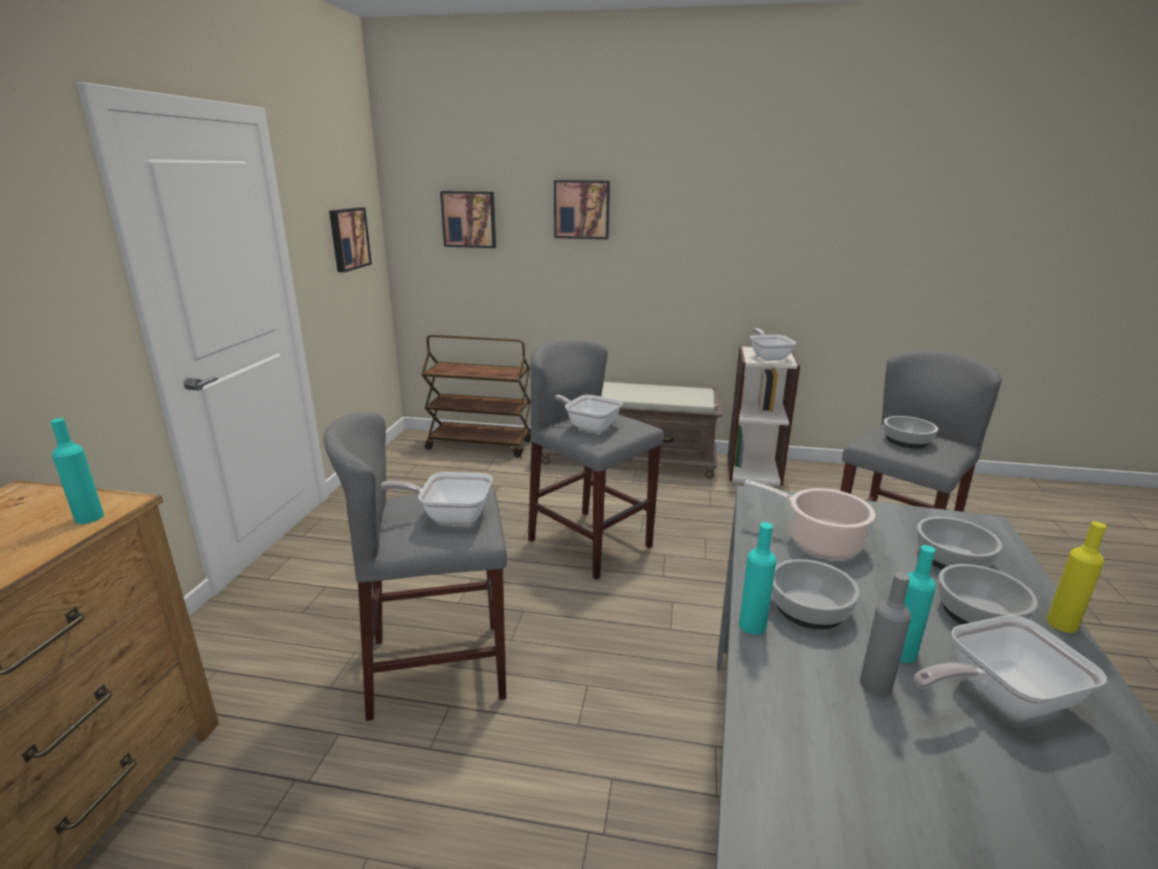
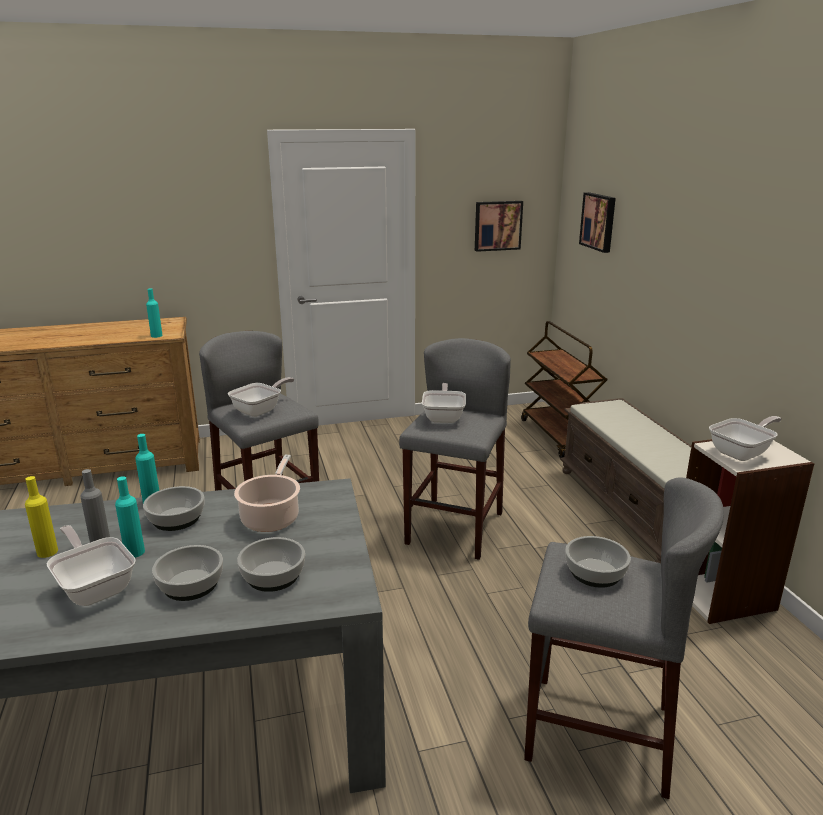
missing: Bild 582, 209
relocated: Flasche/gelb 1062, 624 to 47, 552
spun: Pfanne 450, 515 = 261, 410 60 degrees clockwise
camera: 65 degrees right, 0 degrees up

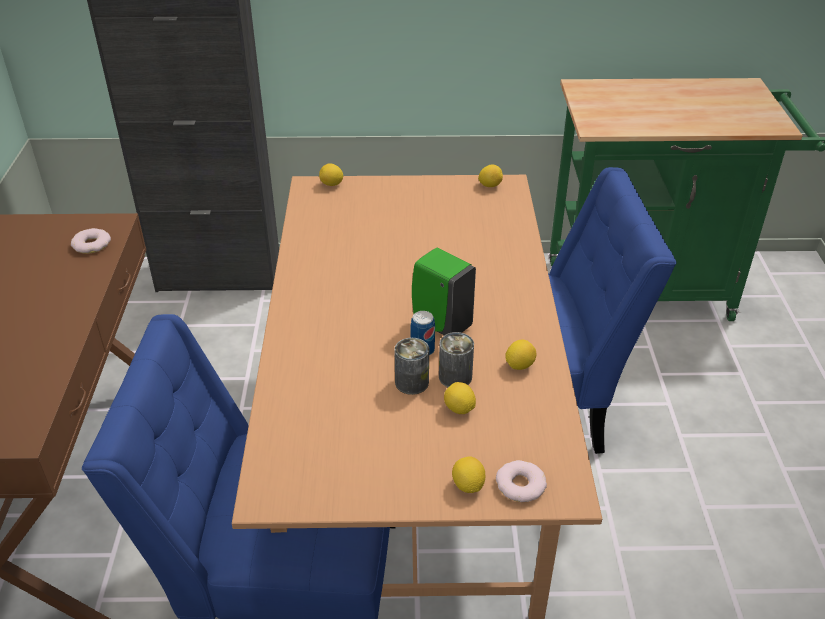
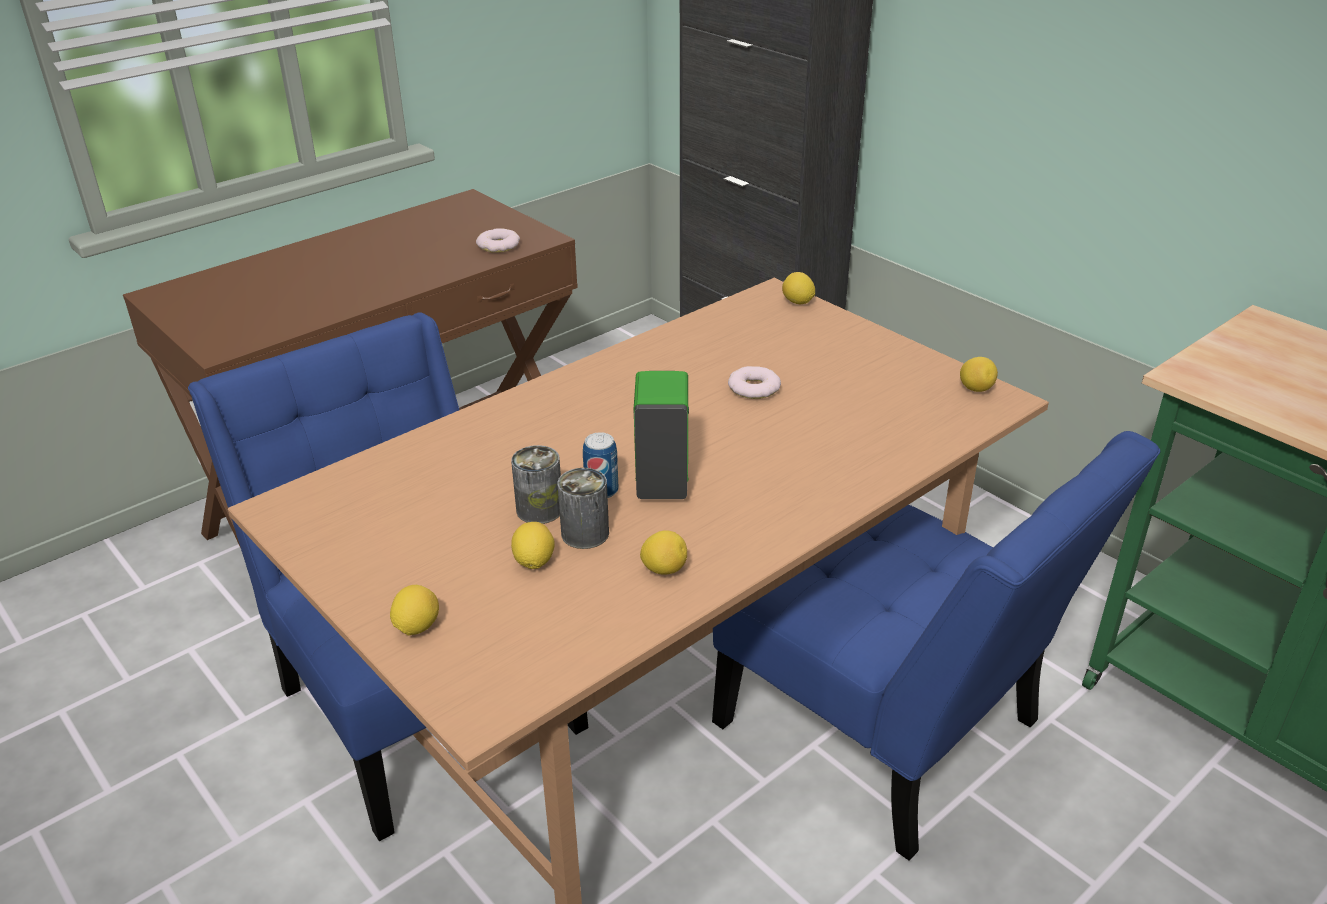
relocated: Donut 520, 485 to 753, 388
camera: 50 degrees right, 5 degrees down

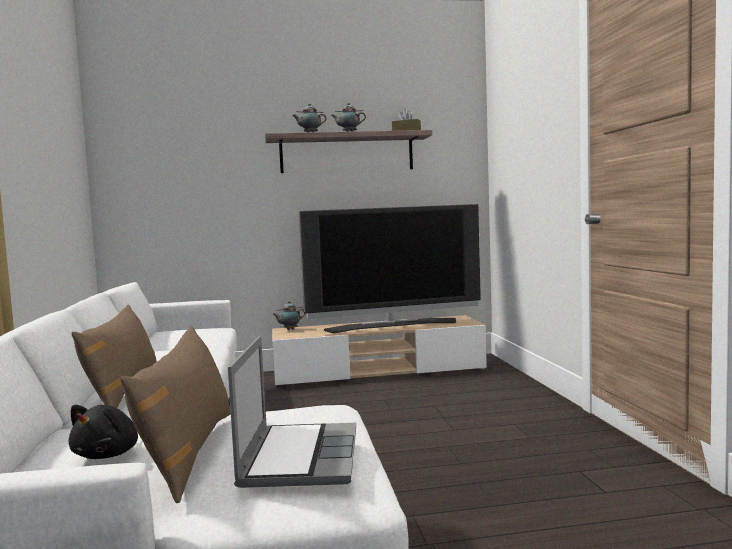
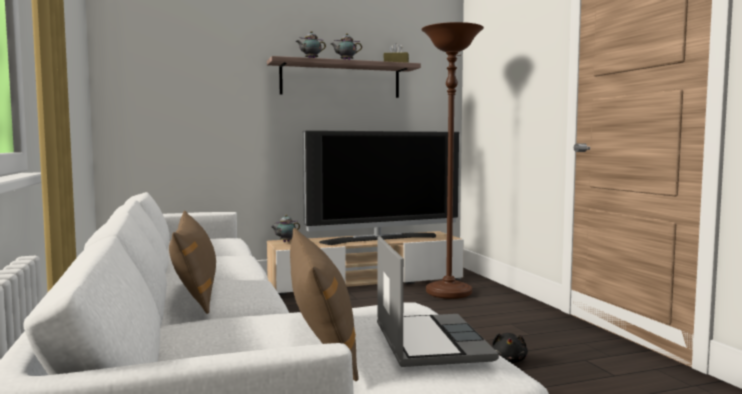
appeared: Stehlampe/braun 449, 293
relocated: Plüschtier/schwarz 109, 454 to 508, 361
camera: 10 degrees left, 0 degrees up

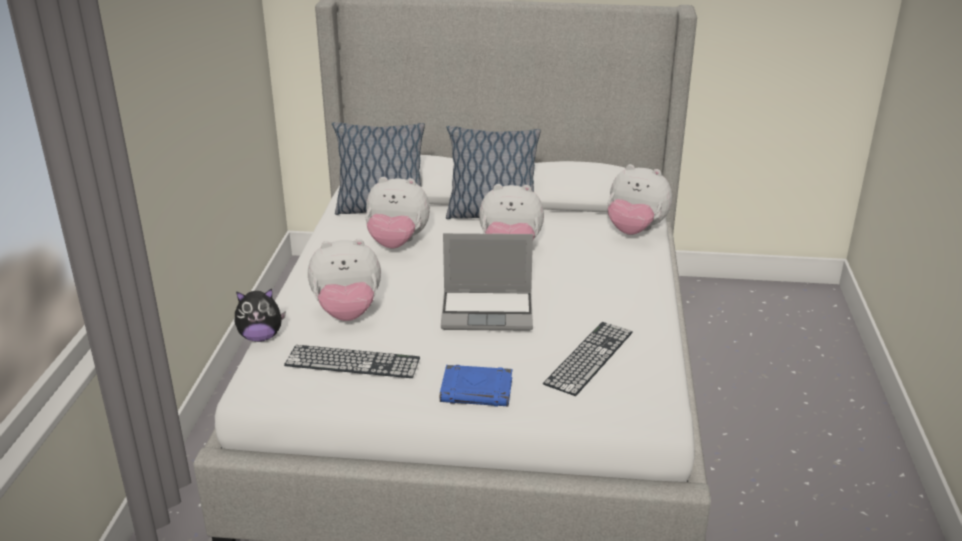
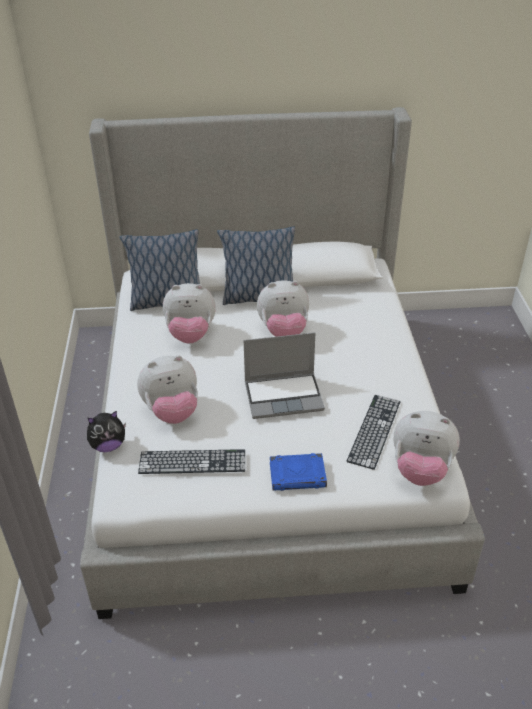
relocated: Plüschtier 635, 231 to 420, 470
camera: 10 degrees left, 10 degrees up

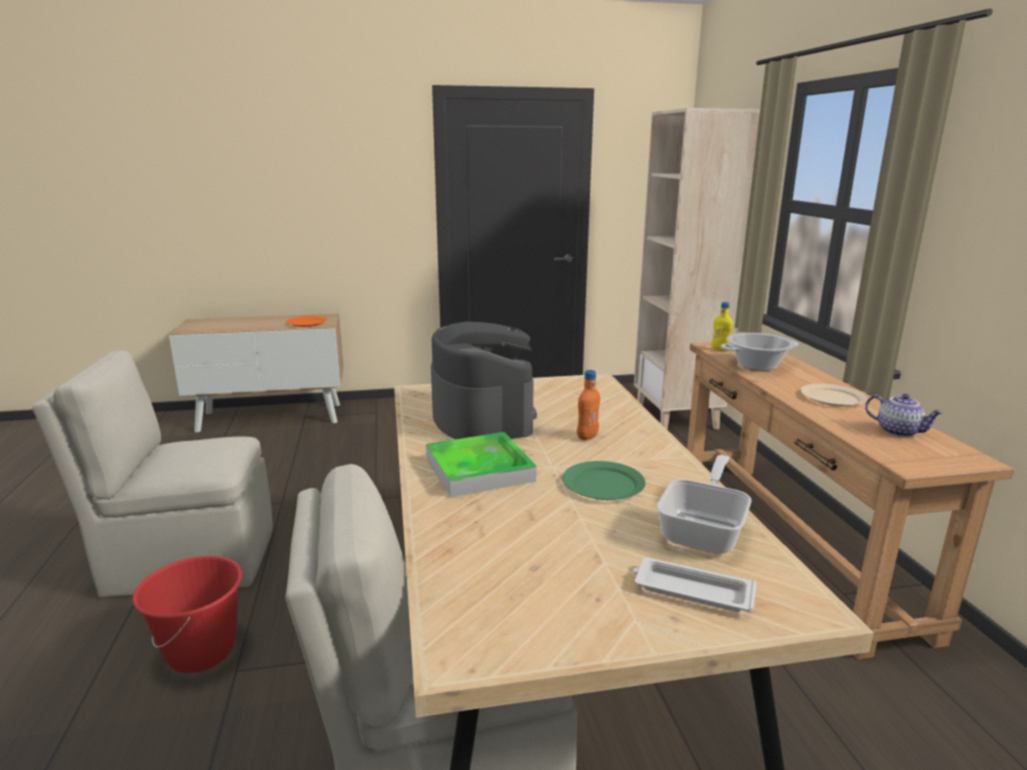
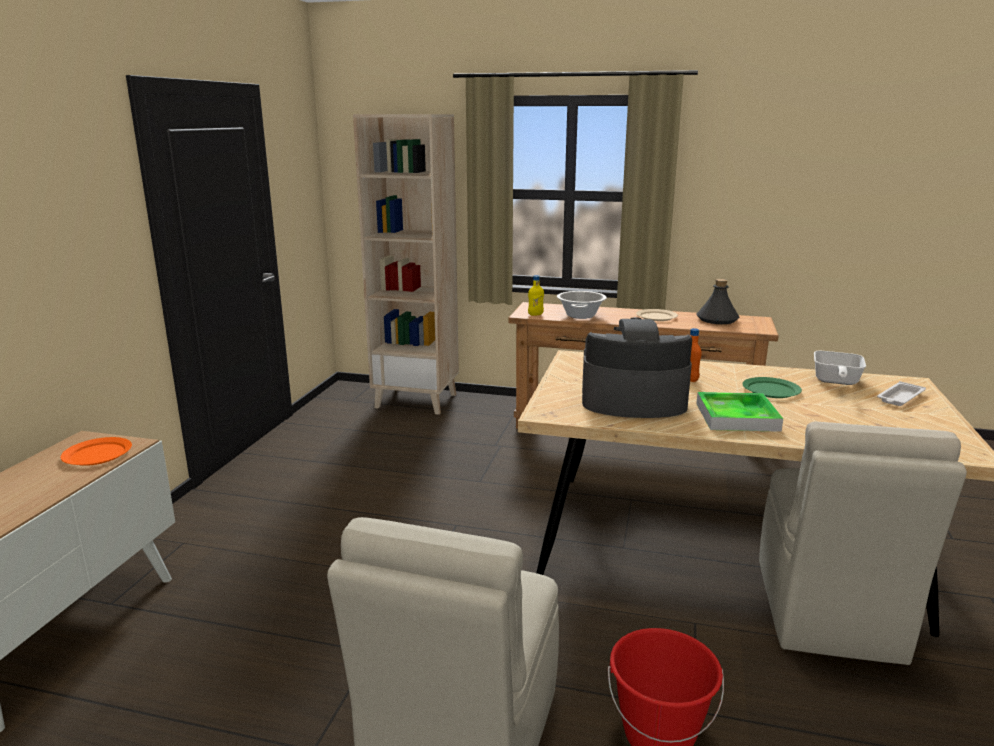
exchanged: Teekanne 899, 431 to Flasche/grau 716, 319
spun: Pfanne 705, 530 = 835, 382 120 degrees counterclockwise
camera: 65 degrees left, 0 degrees up

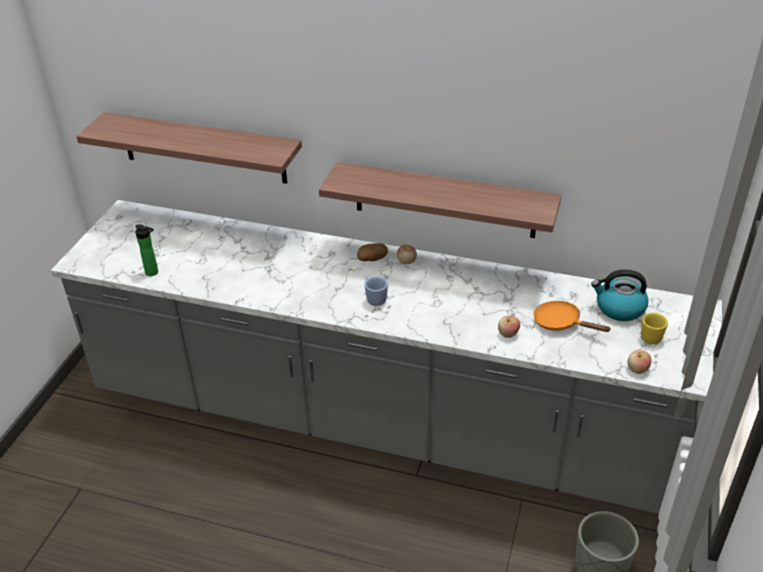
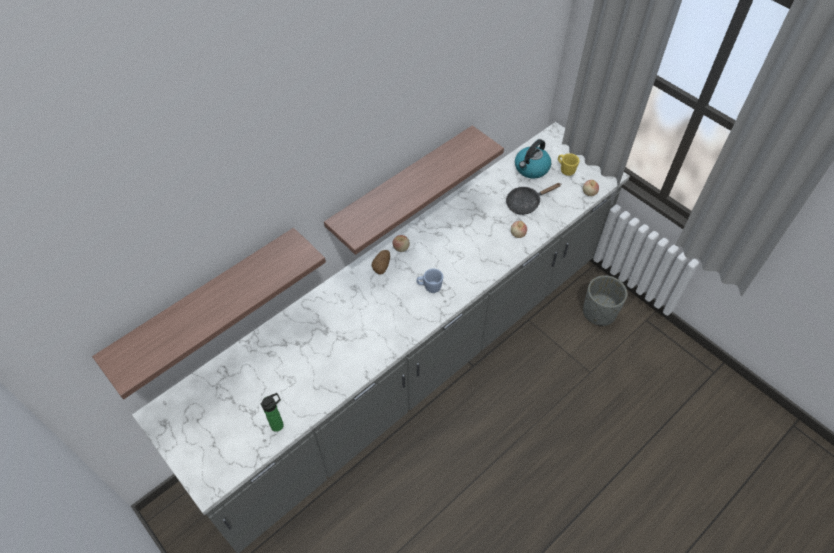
colour: Pfanne/orange 561, 323 to Pfanne/schwarz 526, 203
camera: 60 degrees left, 15 degrees up

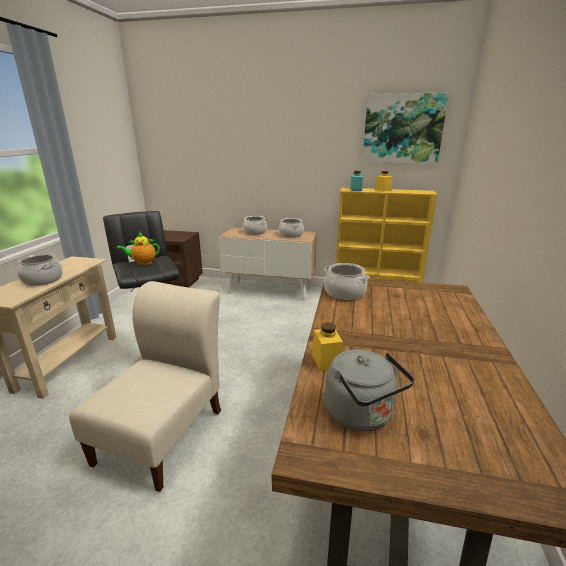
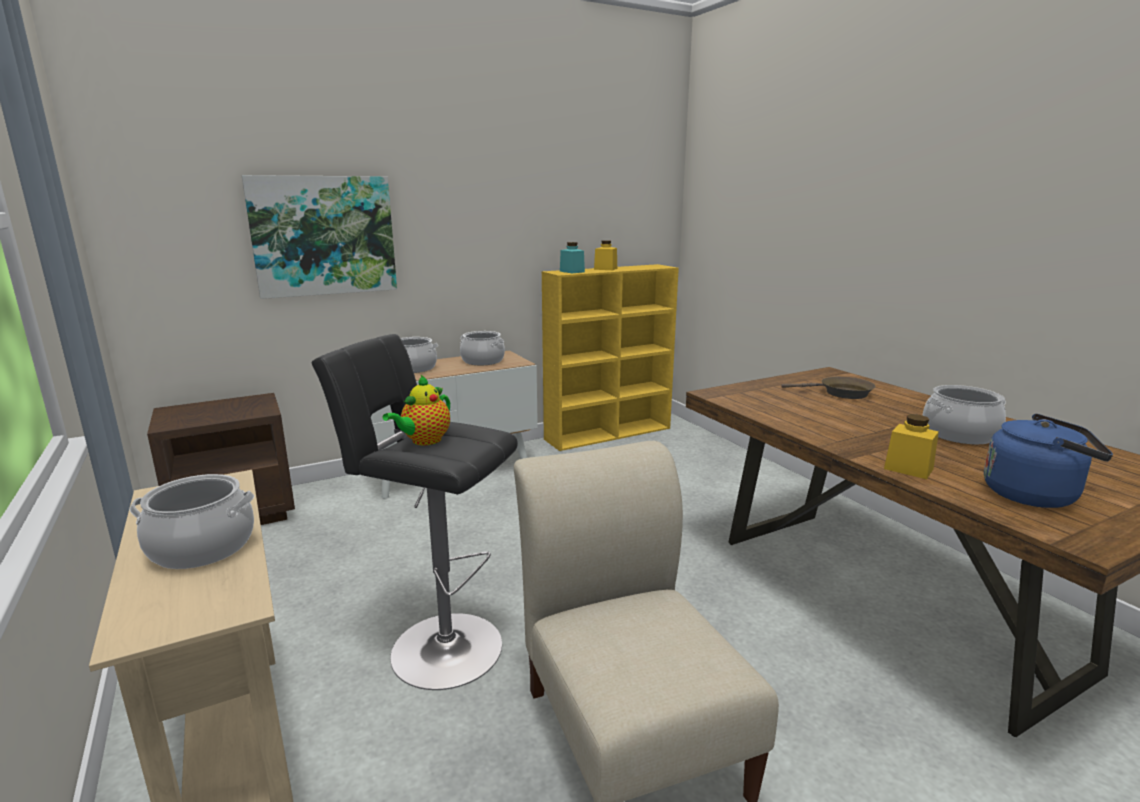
appeared: Pfanne/braun 841, 393
relocated: Kochtopf 344, 293 to 959, 434; Bild 402, 129 to 324, 236
colour: Wasserkessel/grau 362, 415 to Wasserkessel/blau 1035, 495
camera: 40 degrees left, 5 degrees down

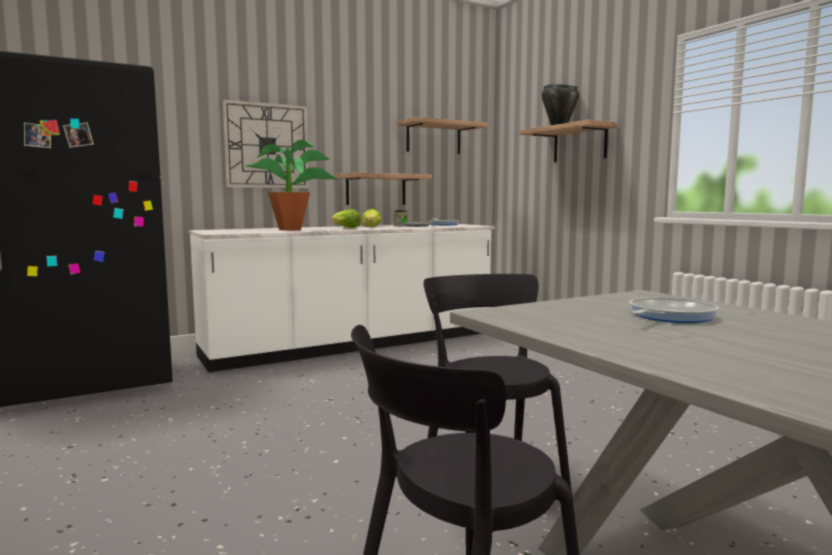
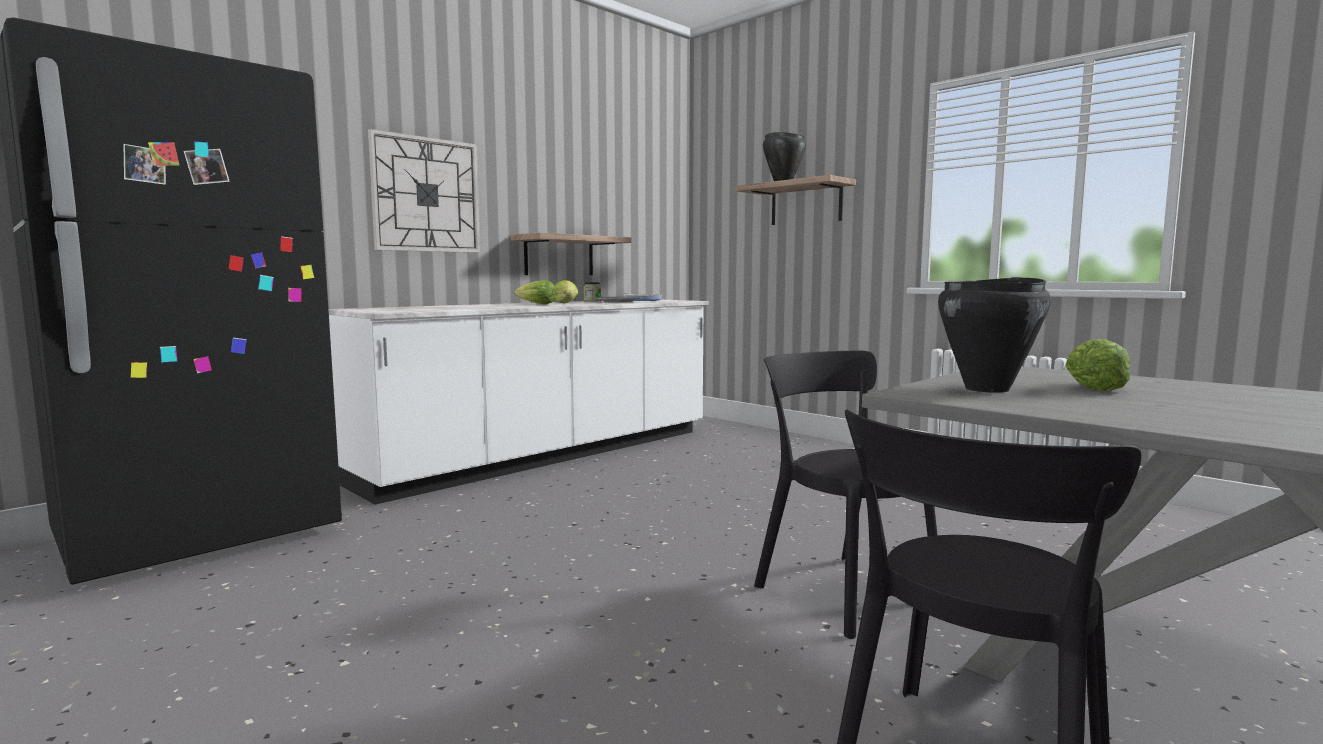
missing: Topfpflanze 295, 229; Wandregal 433, 138
appeared: Kochtopf/schwarz 988, 389
exchanged: Pfanne 668, 316 to Salatkopf 1094, 387
camera: 15 degrees left, 0 degrees up

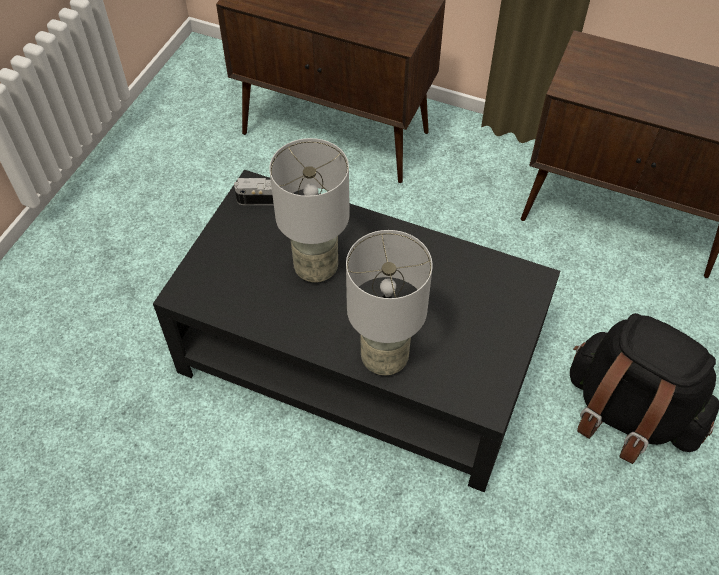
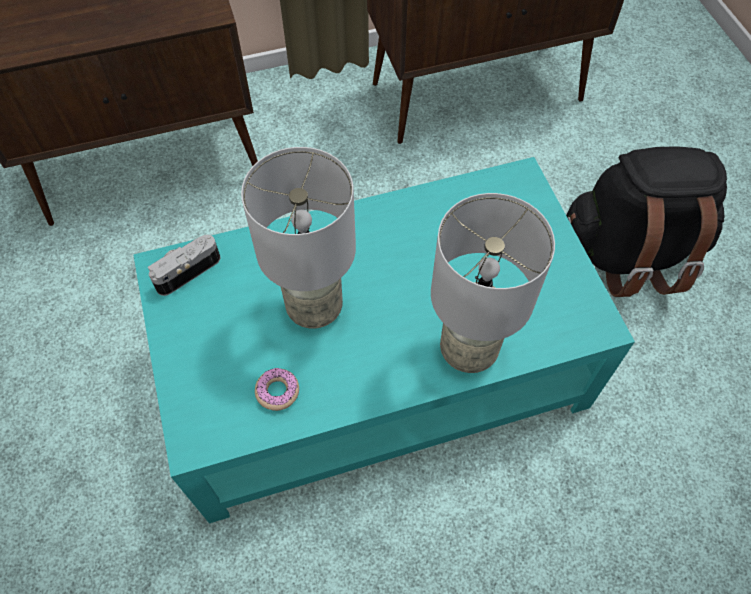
appeared: Donut 277, 391
colour: Couchtisch/schwarz 359, 358 to Couchtisch/türkis 375, 369
camera: 40 degrees left, 5 degrees up

